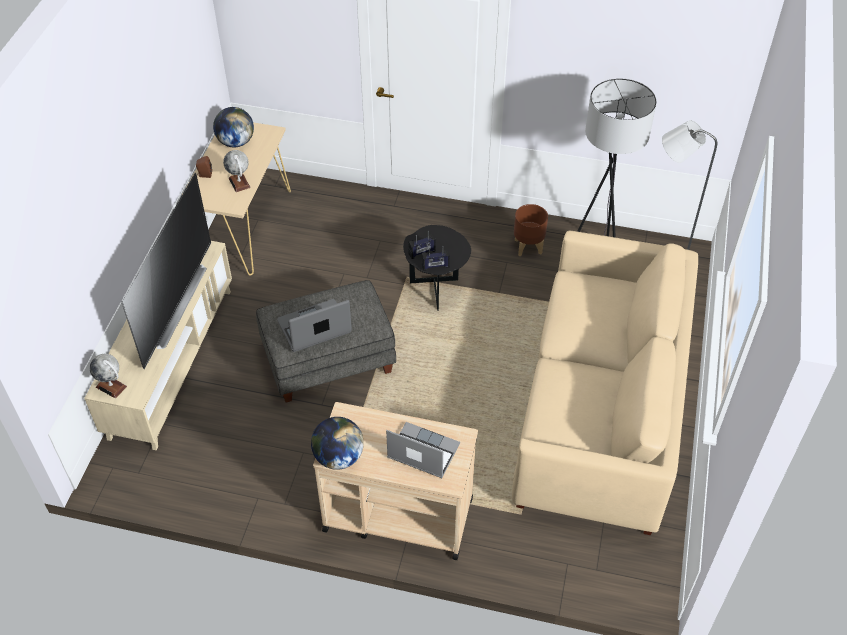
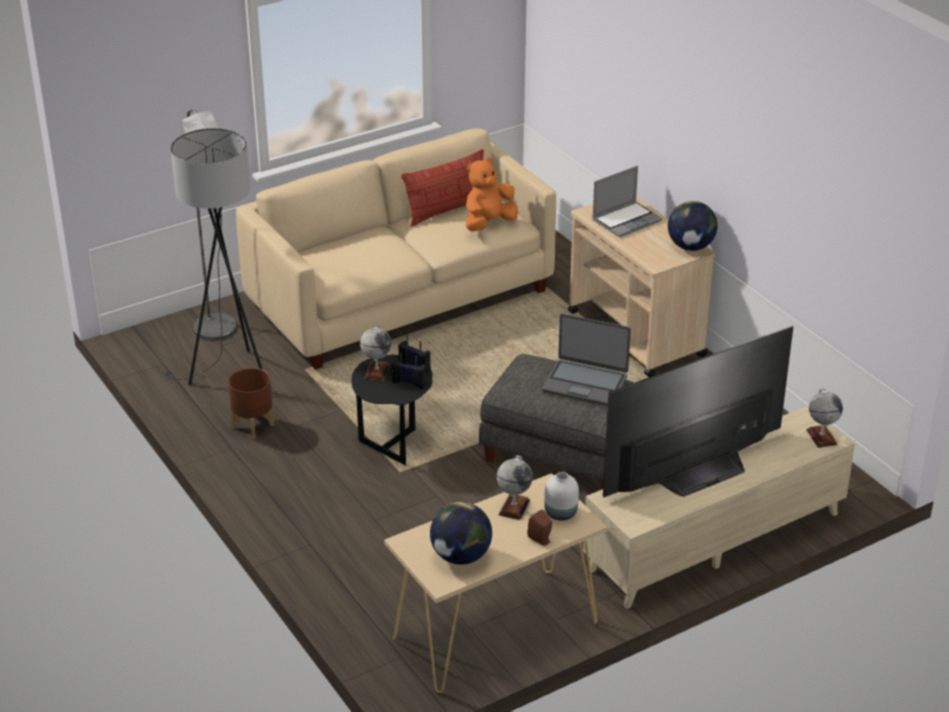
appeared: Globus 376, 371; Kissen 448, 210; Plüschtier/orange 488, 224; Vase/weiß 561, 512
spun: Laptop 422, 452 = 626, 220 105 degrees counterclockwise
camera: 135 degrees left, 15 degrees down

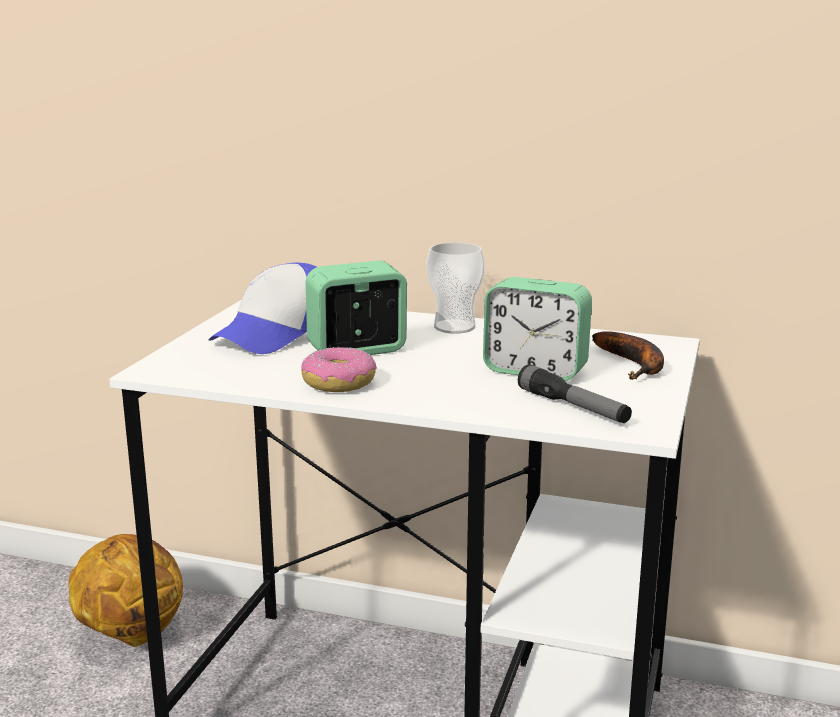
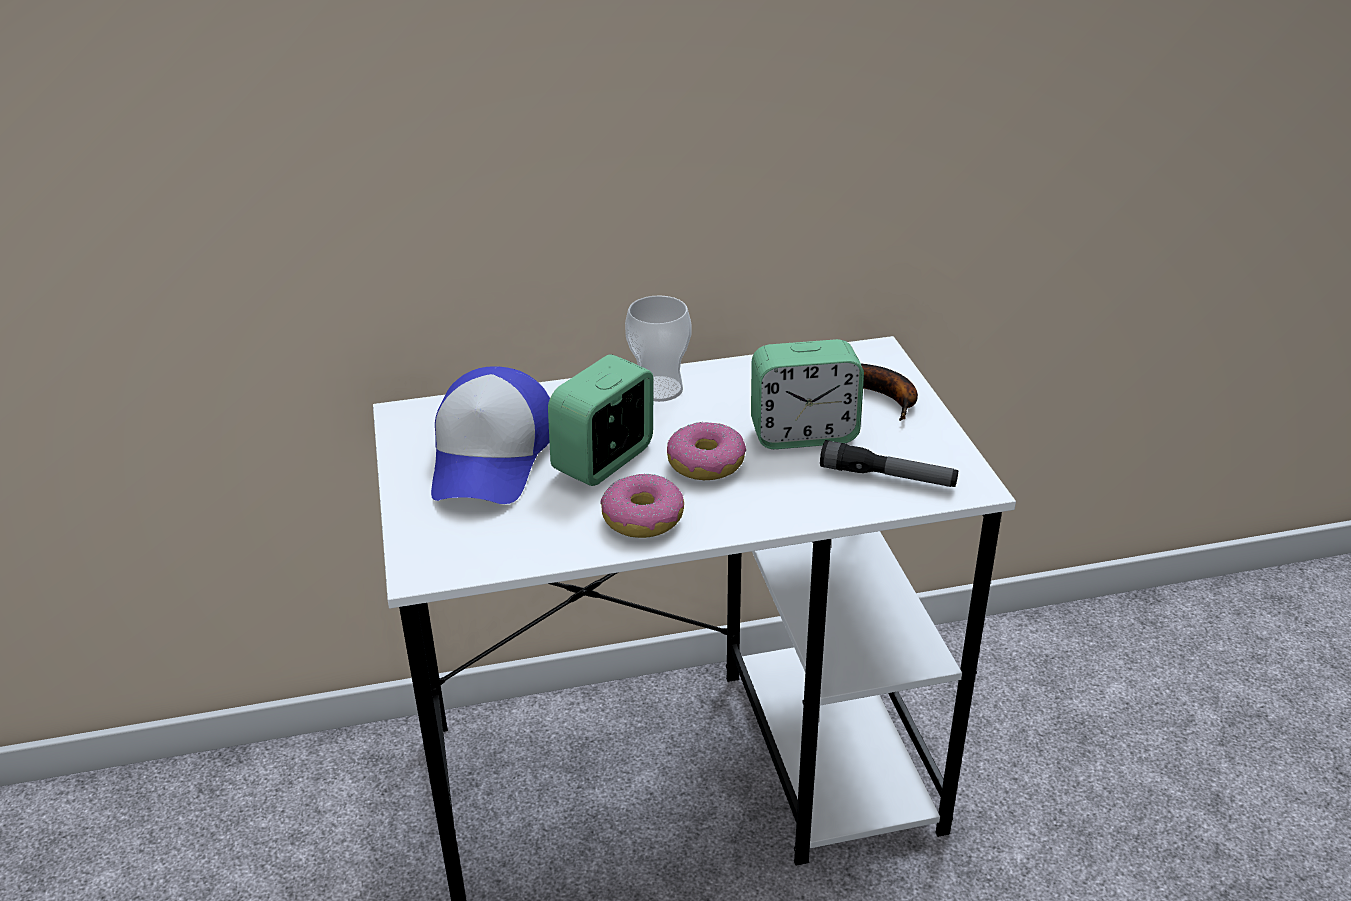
missing: Basketball 131, 634
appeared: Donut 706, 463
camera: 30 degrees left, 15 degrees up

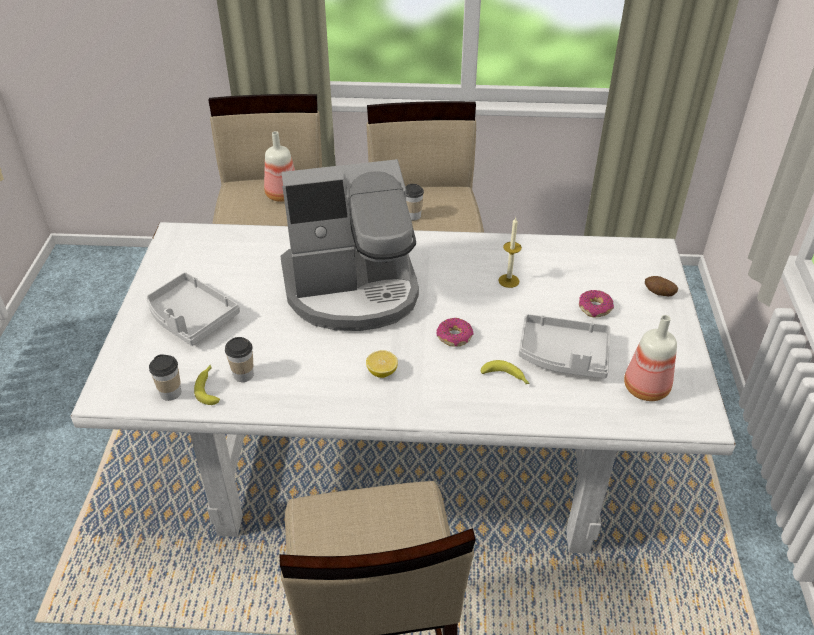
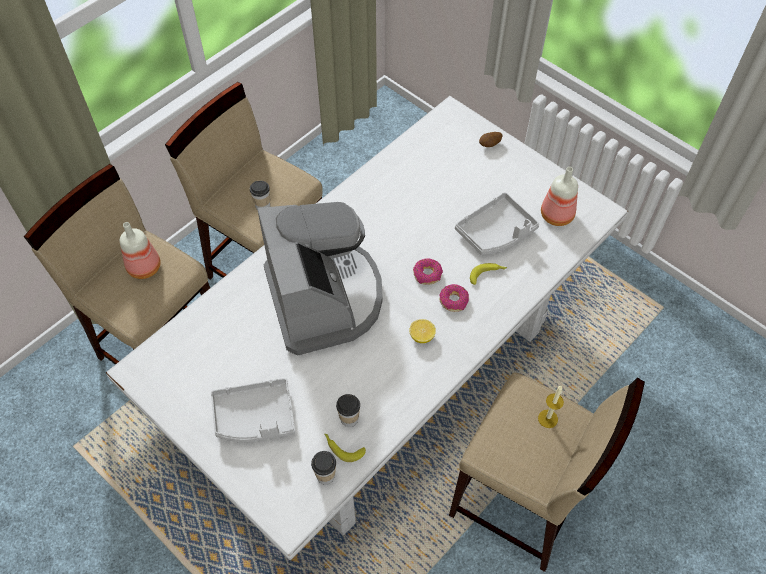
relocated: Kerze 508, 281 to 547, 418; Donut 595, 308 to 453, 300
spun: Kaffeemaschine 352, 289 = 324, 298 45 degrees counterclockwise
camera: 50 degrees left, 15 degrees up

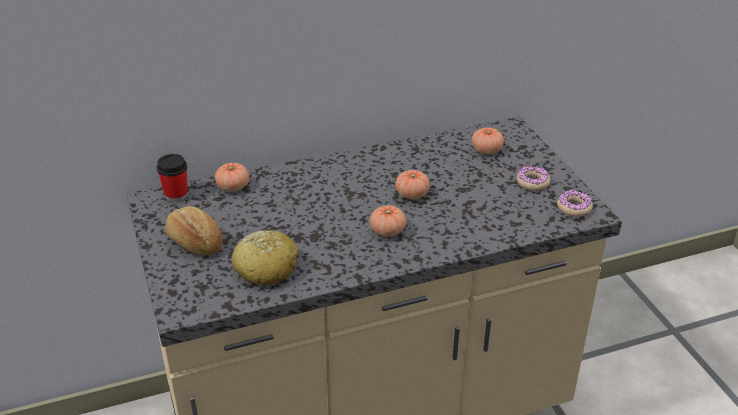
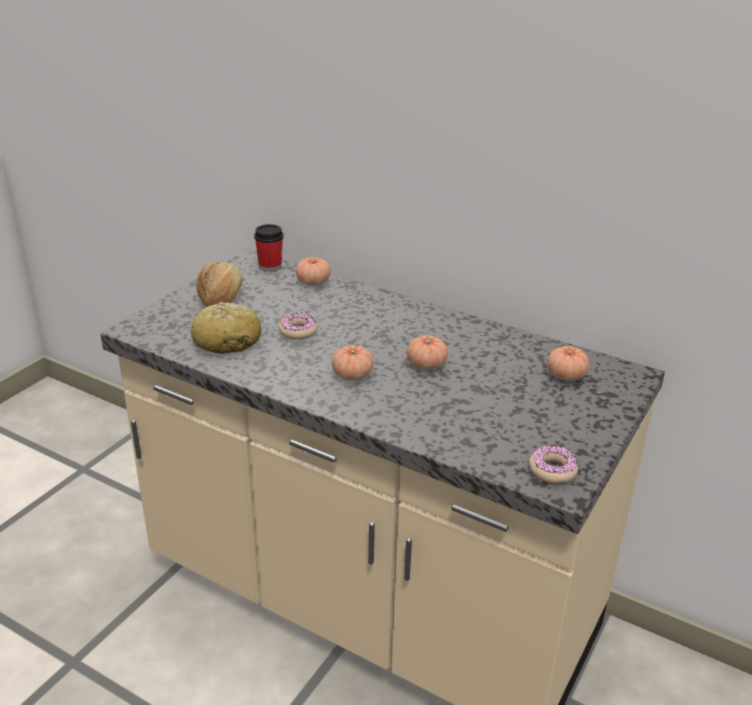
relocated: Donut 532, 183 to 298, 331
camera: 50 degrees right, 5 degrees down

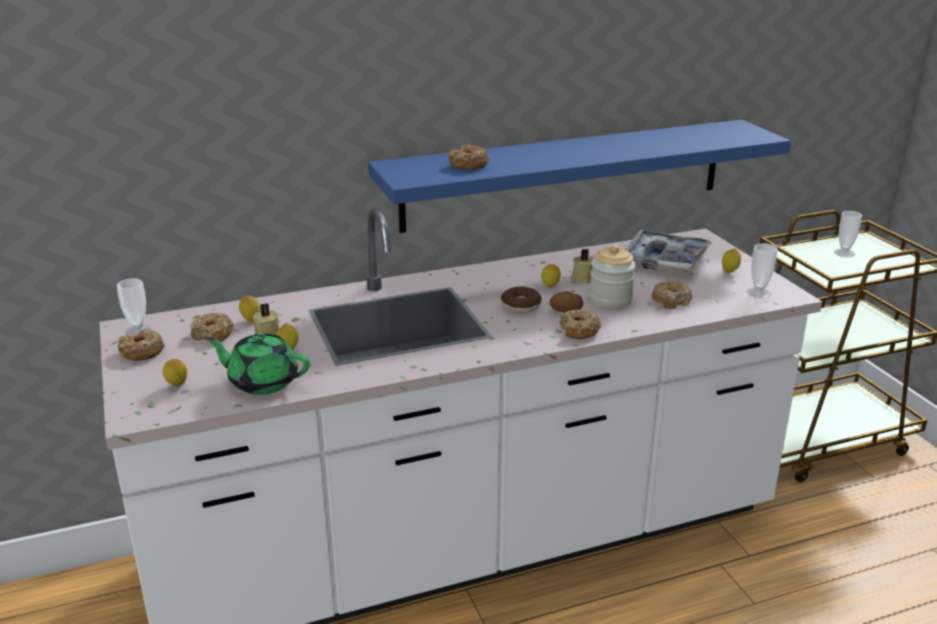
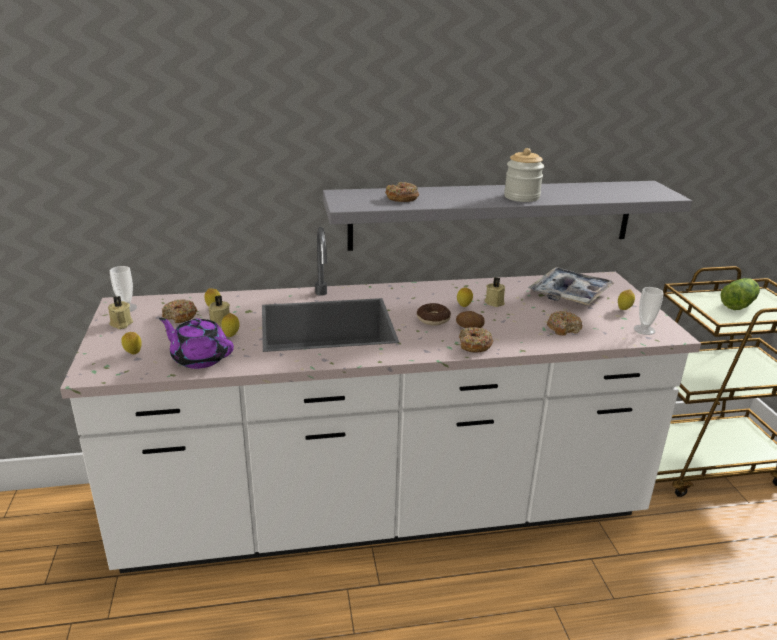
relocated: Vorratsglas 610, 299 to 521, 197
exchanged: Donut 142, 352 to Kerze/beige 121, 324; Tasse 844, 253 to Salatkopf 739, 304
colour: Teekanne/grün 262, 382 to Teekanne/lila 199, 358; Wandregal/blau 566, 174 to Wandregal/grau 492, 215
camera: 10 degrees right, 0 degrees up

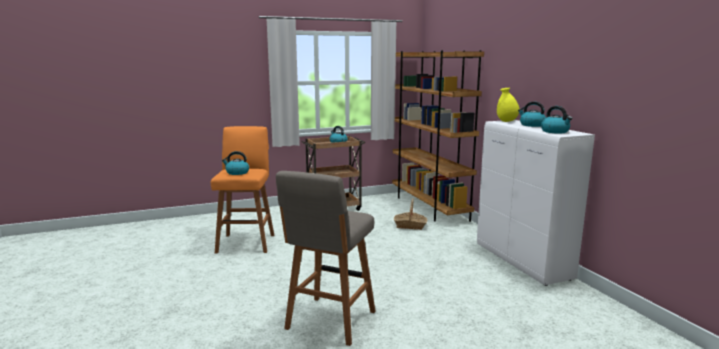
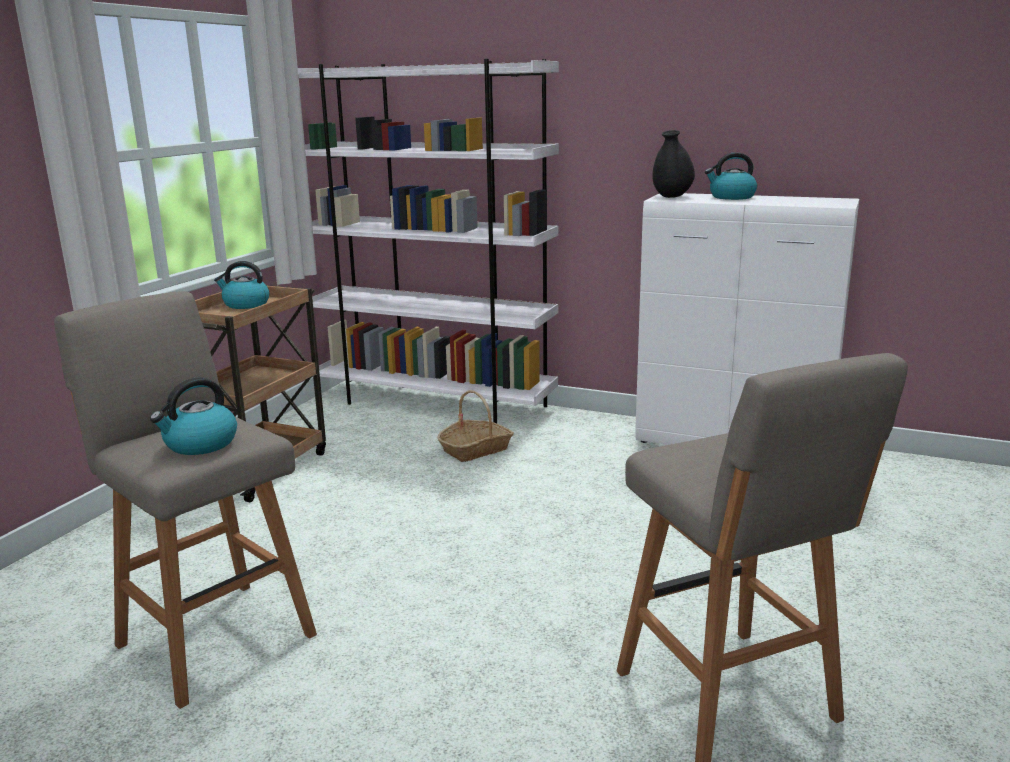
missing: Wasserkessel 555, 131
colour: Hocker/orange 246, 242 to Hocker/grau 213, 637; Bücherregal/braun 429, 207 to Bücherregal/weiß 436, 403; Vase/gelb 506, 121 to Vase/schwarz 672, 196
camera: 45 degrees left, 5 degrees up

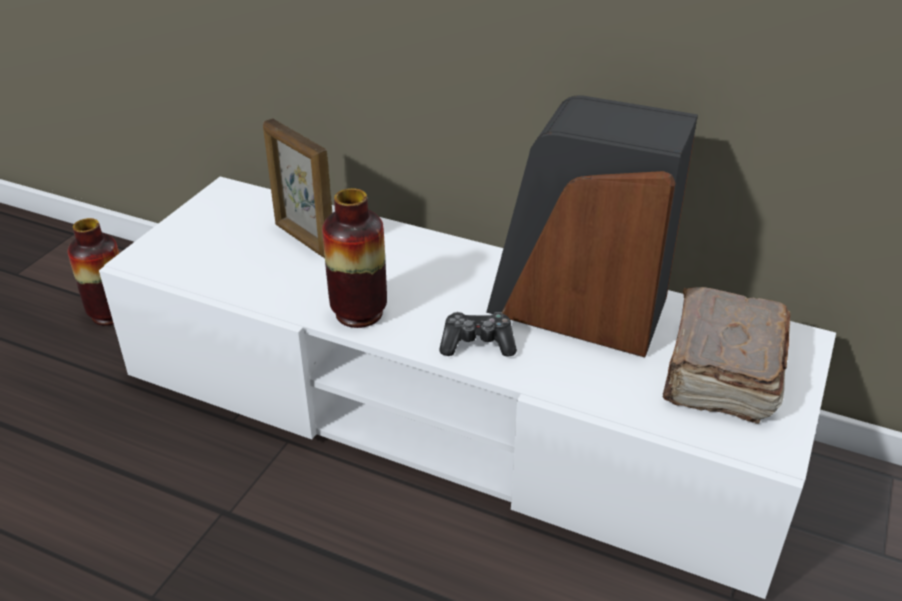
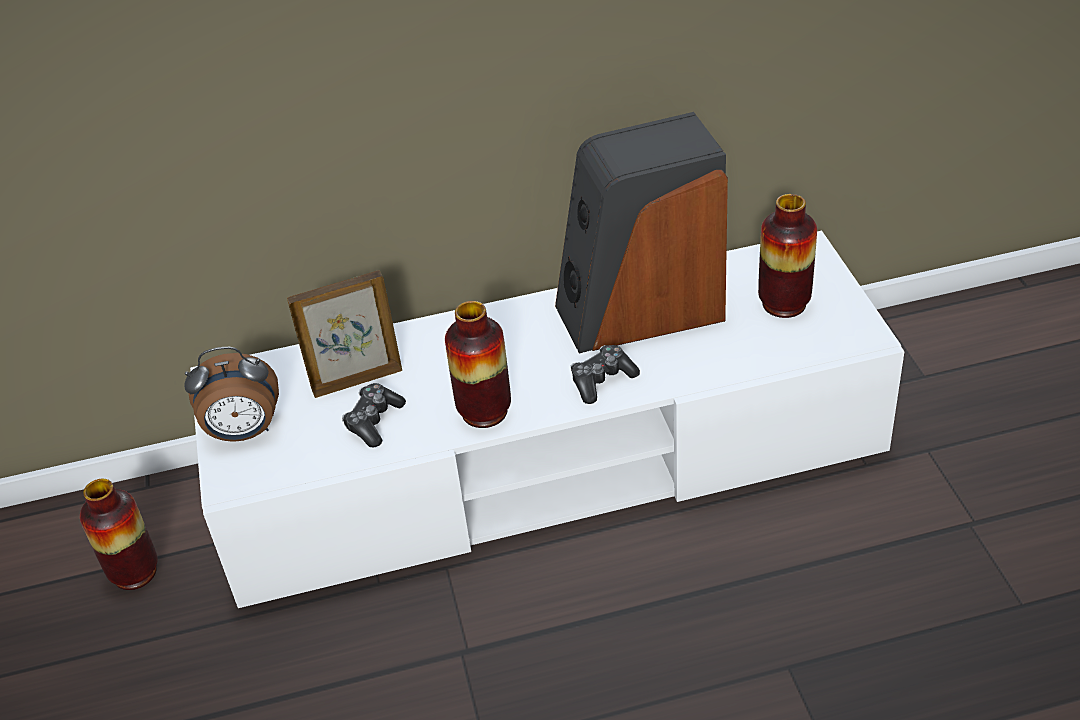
appeared: Wecker 244, 433; Gamepad 374, 421
exchanged: Buch/braun 720, 374 to Vase 784, 303
spun: Bilderrahmen 304, 240 = 356, 380 150 degrees clockwise
camera: 35 degrees left, 5 degrees up

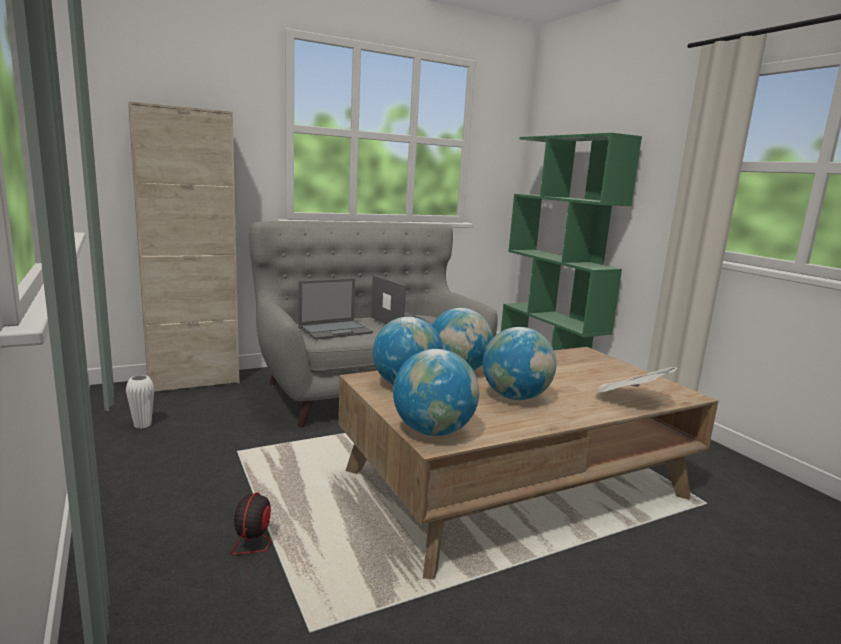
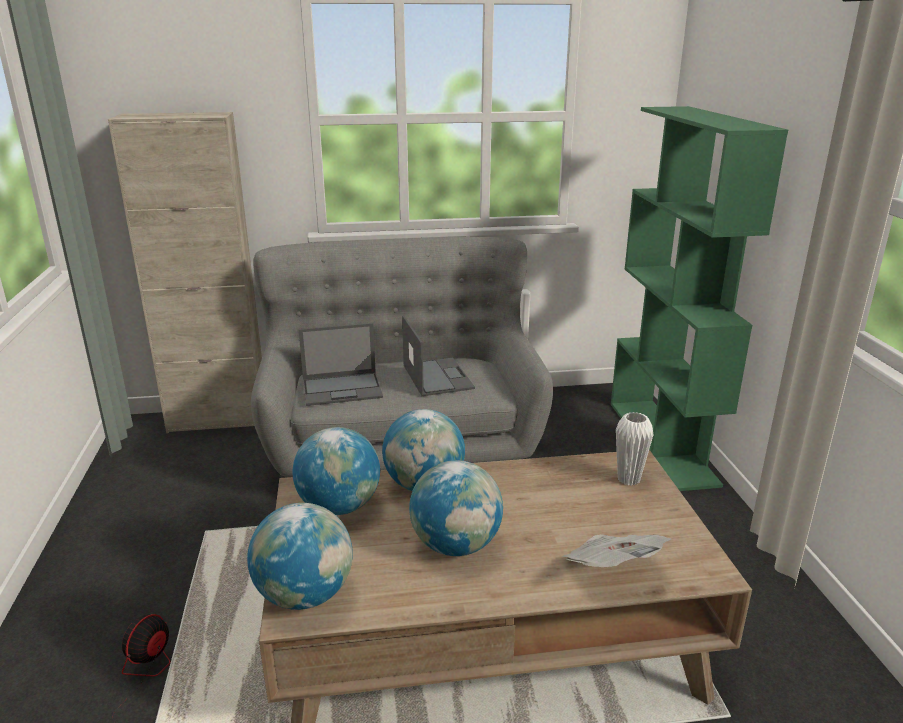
relocated: Vase/weiß 142, 425 to 628, 479
camera: 20 degrees right, 10 degrees up

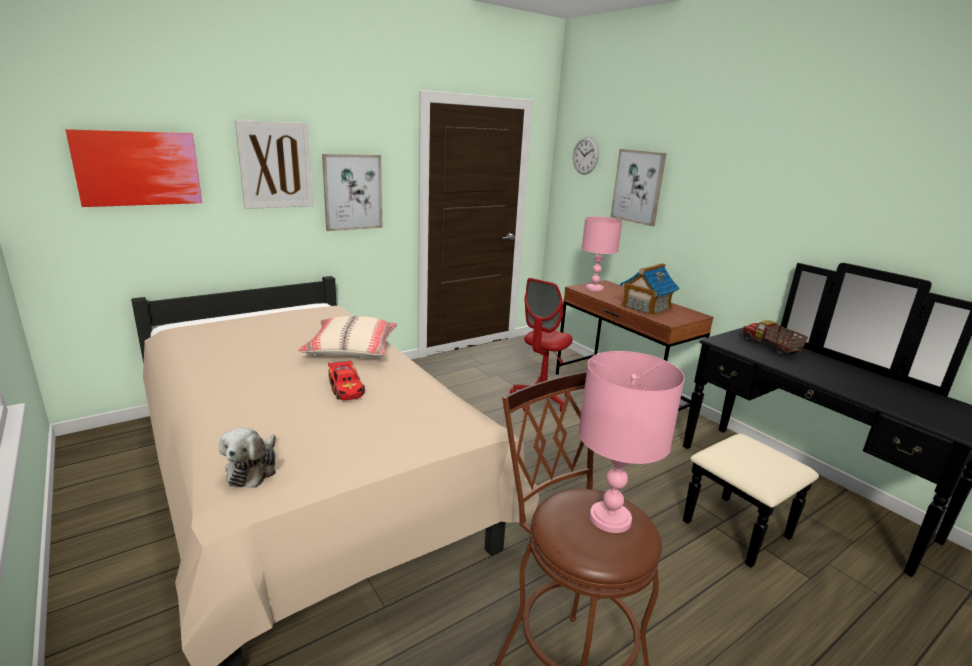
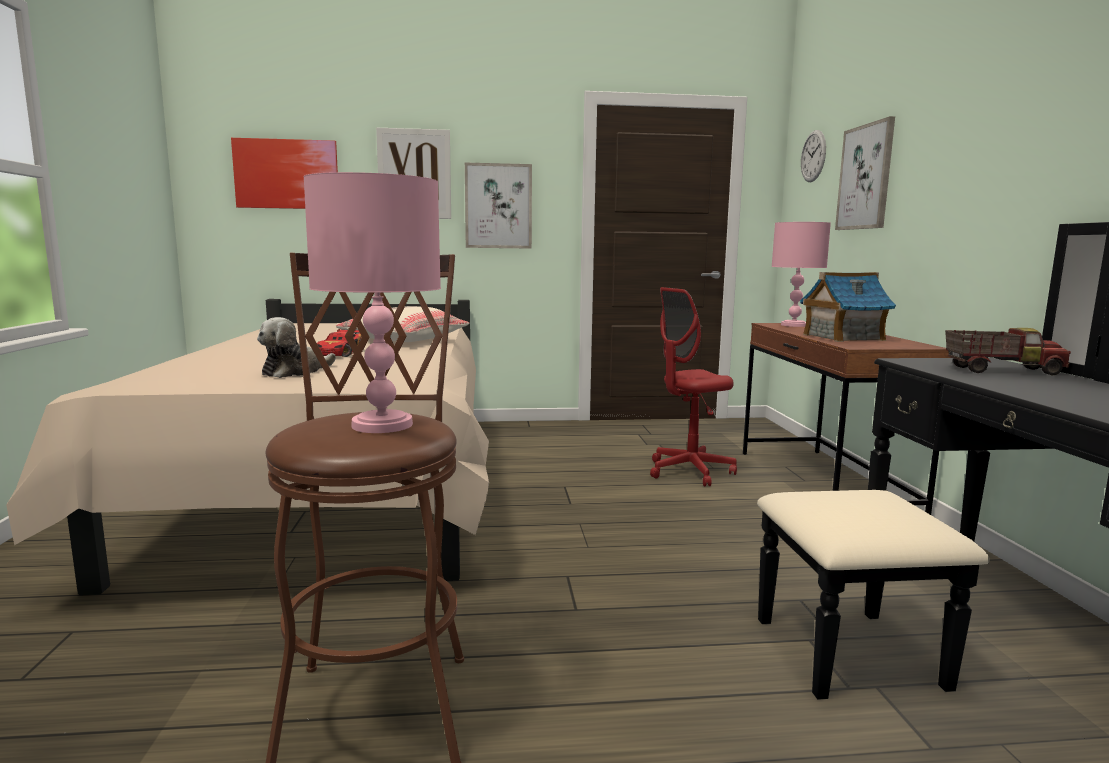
relocated: Plüschtier 253, 469 to 295, 372
spun: Spielzeuglaster 770, 347 = 1001, 370 90 degrees clockwise
camera: 30 degrees right, 10 degrees down

